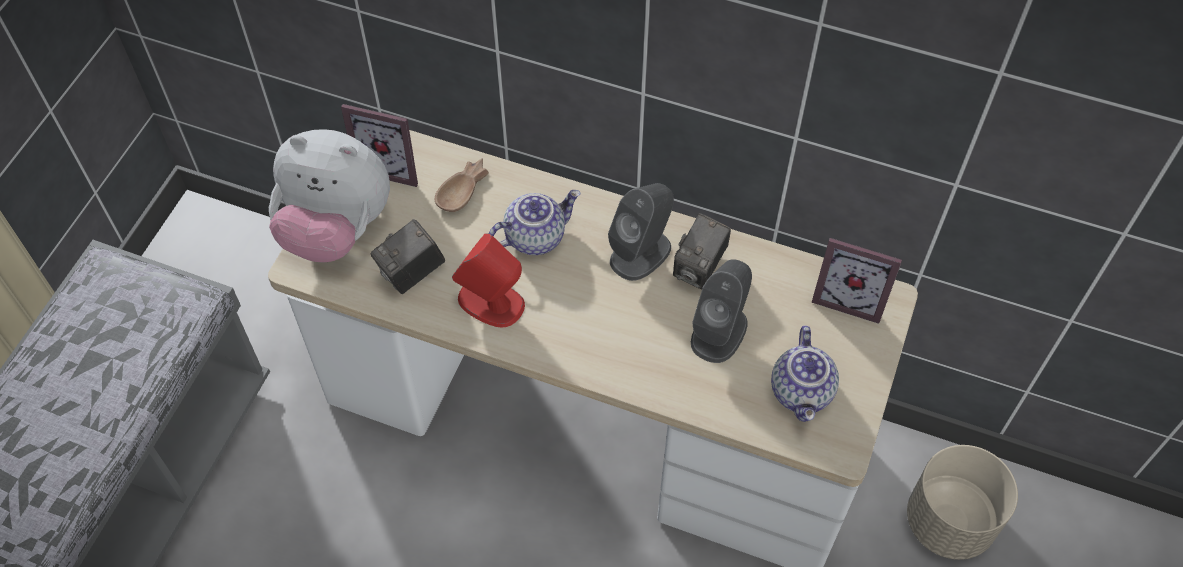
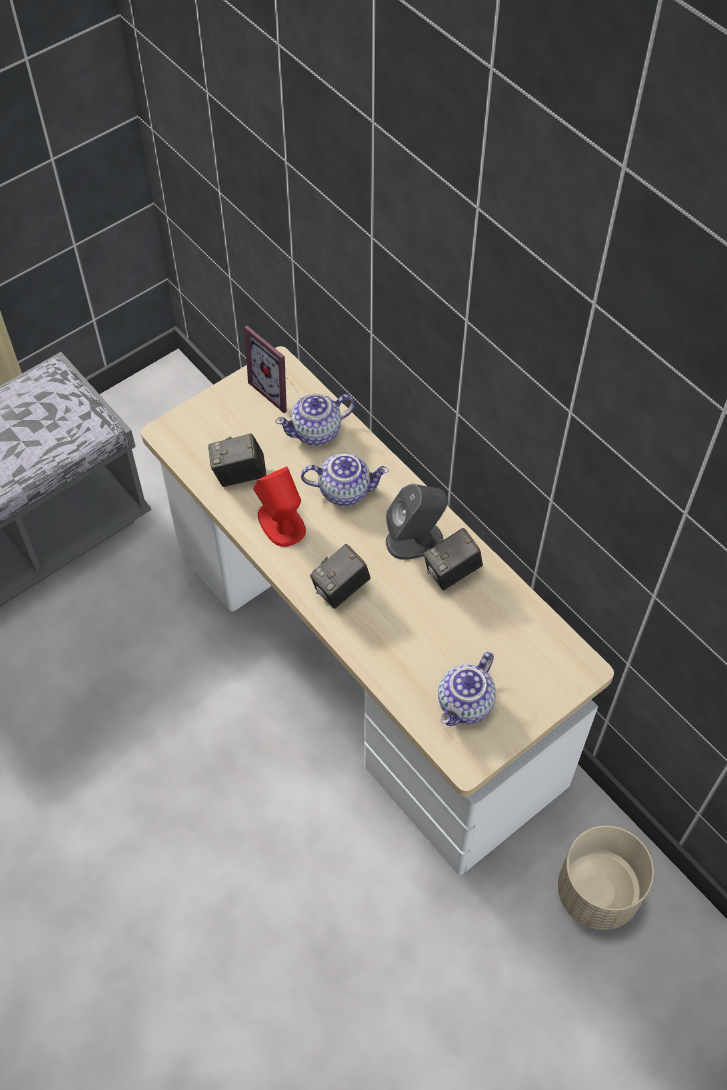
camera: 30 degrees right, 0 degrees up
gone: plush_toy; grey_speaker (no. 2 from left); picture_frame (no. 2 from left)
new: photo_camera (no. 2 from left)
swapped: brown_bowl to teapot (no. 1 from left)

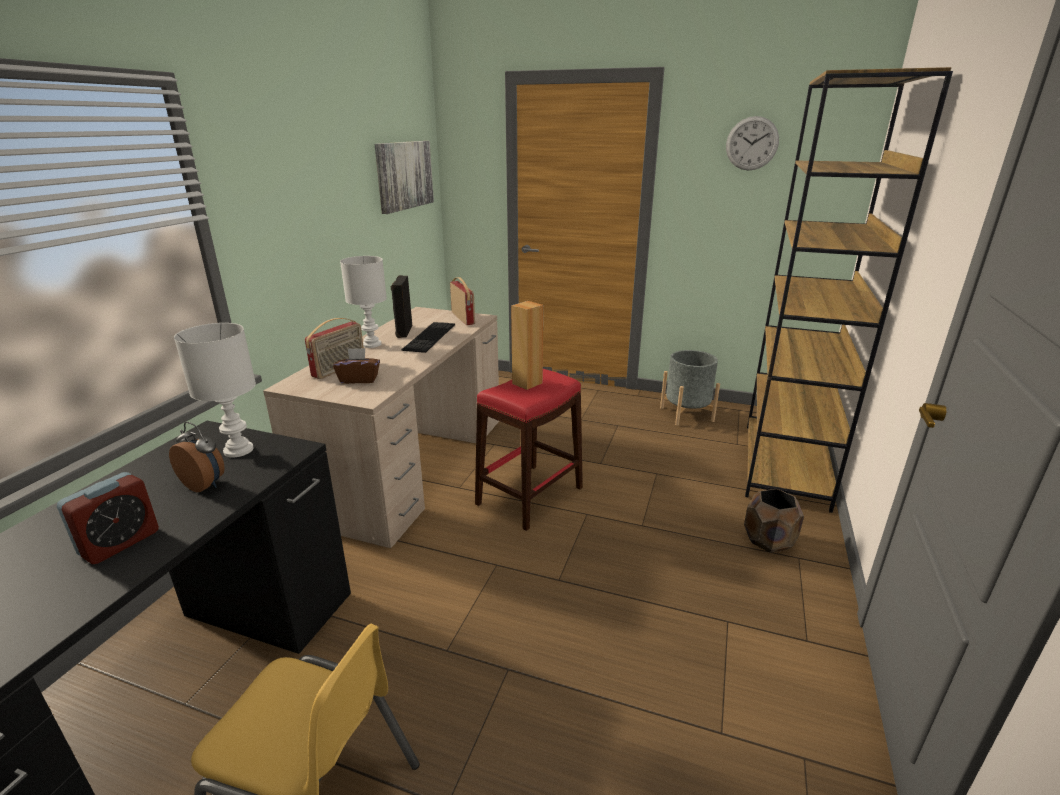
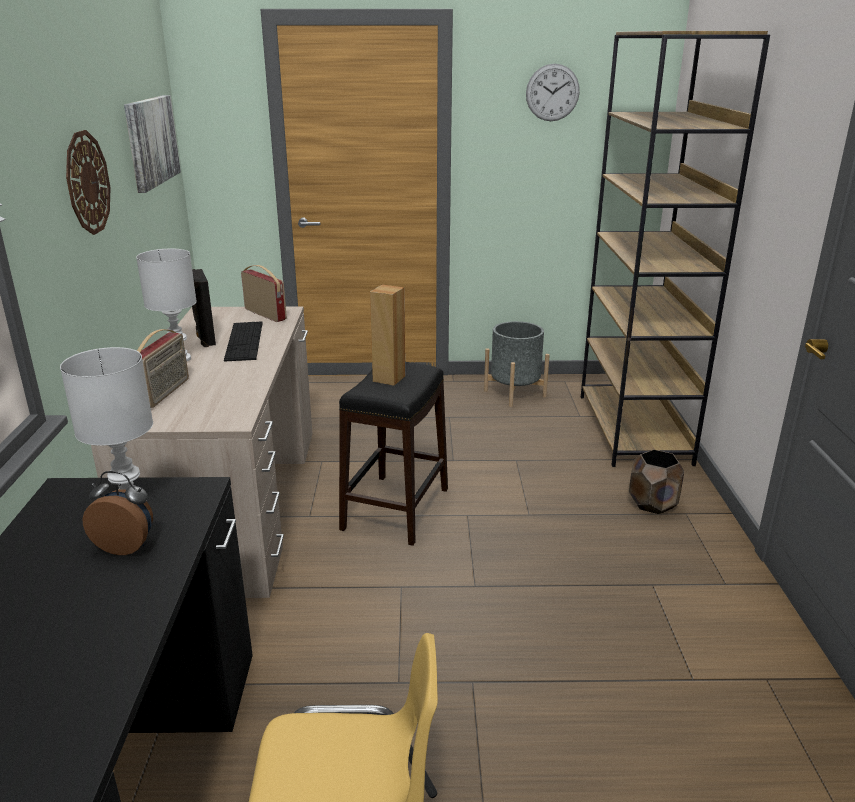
camera: 20 degrees left, 0 degrees up
gone: alarm_clock (no. 1 from left); brown_tissue_box
new: wall_clock (no. 1 from left)
repainted: red_stool to black_stool

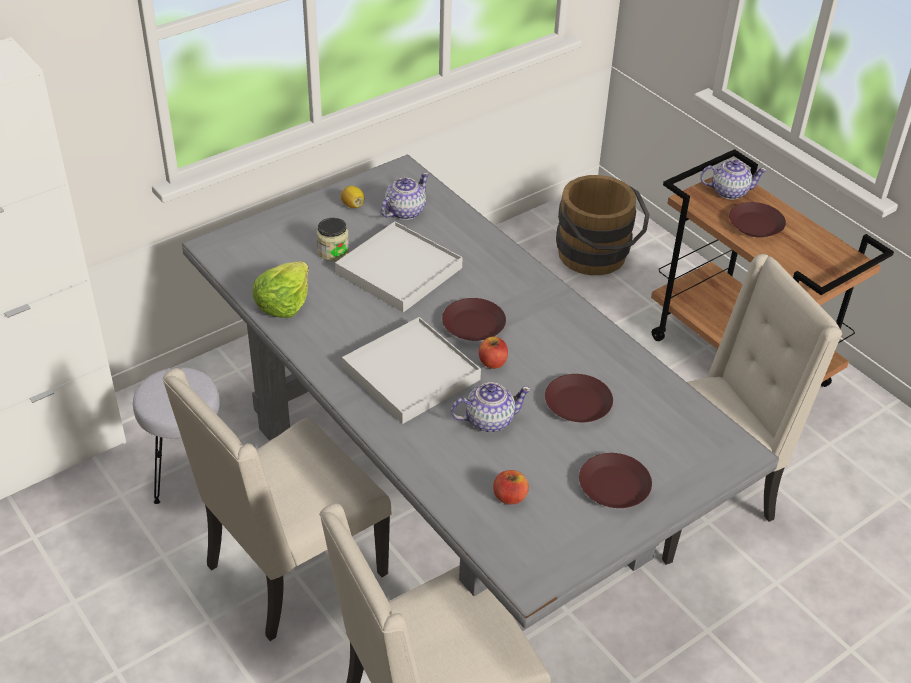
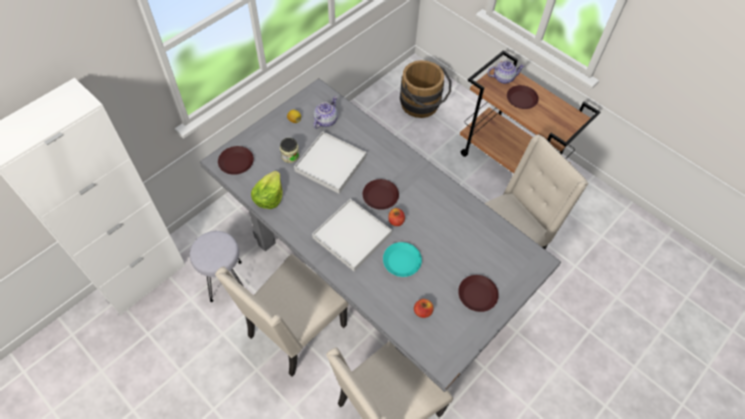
camera: 10 degrees left, 15 degrees up
shifted: brown_plate (no. 2 from left in the first image) to brown_plate (no. 1 from left)
swapped: teapot (no. 2 from left) to turquoise_plate

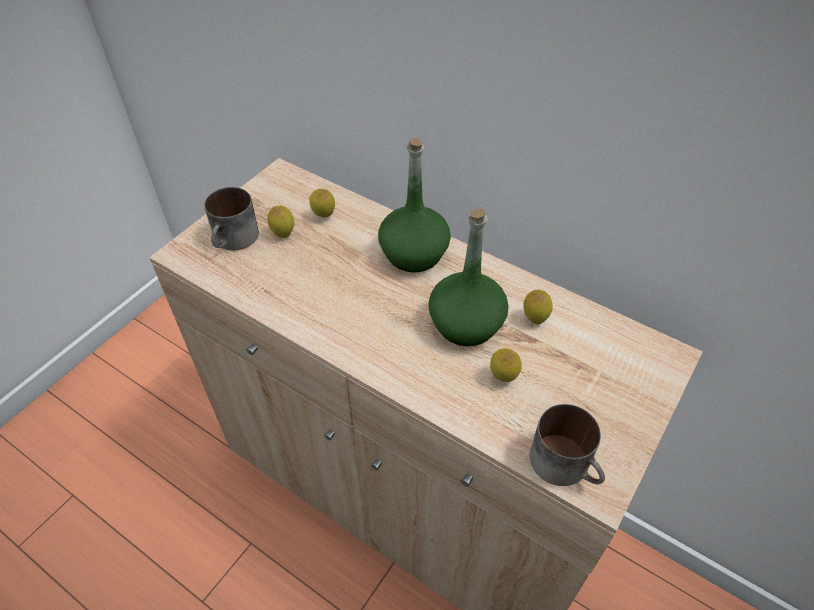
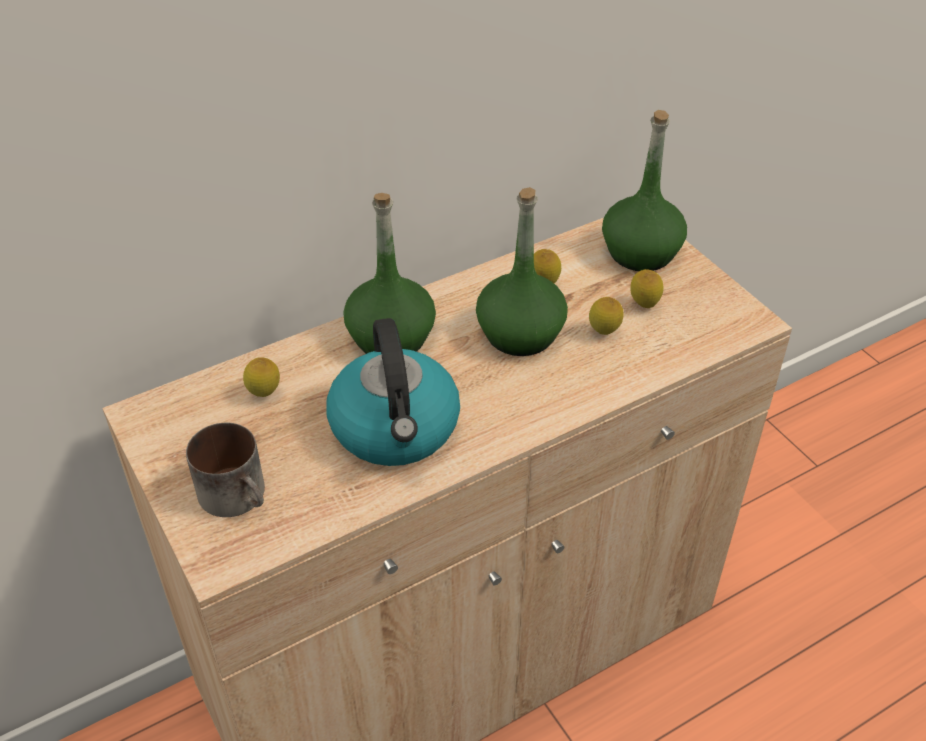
camera: 65 degrees left, 5 degrees down
gone: mug (no. 2 from left)
new: kettle; green_bottle (no. 3 from left)
shifted: lemon (no. 1 from left in the first image) to lemon (no. 4 from left)

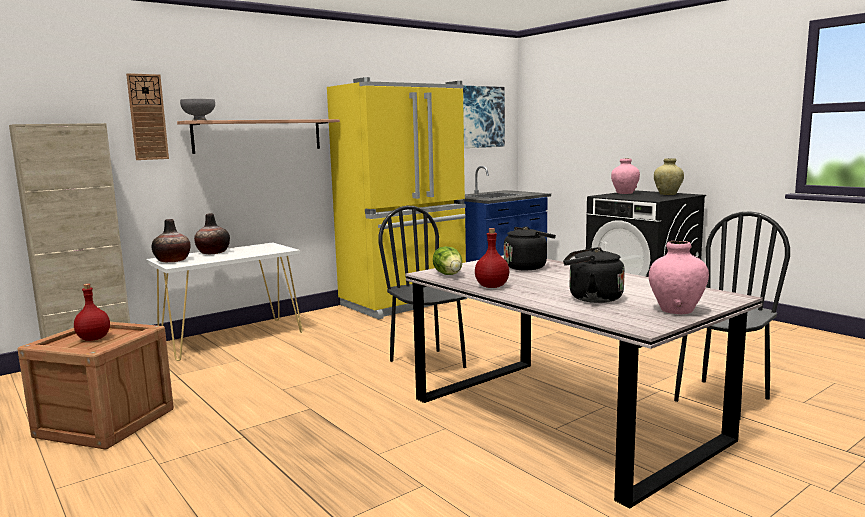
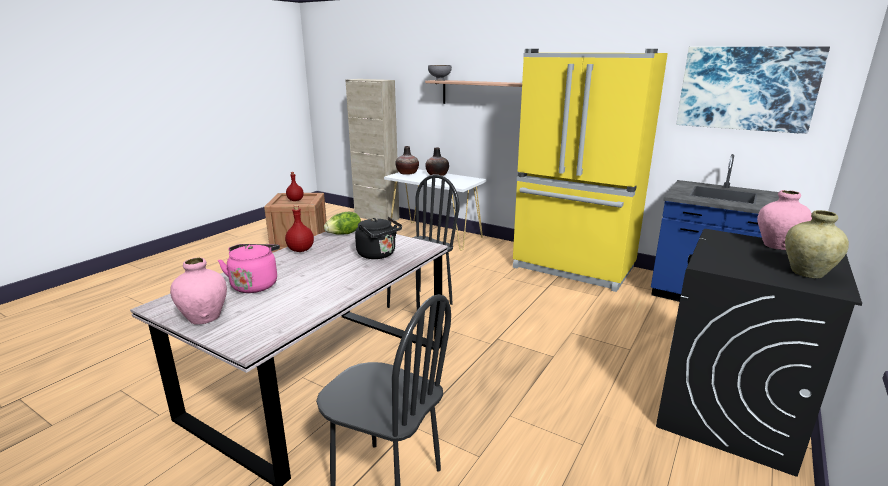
camera: 70 degrees right, 10 degrees up
gone: wall_clock
repainted: black_kettle (no. 2 from left) to pink_kettle

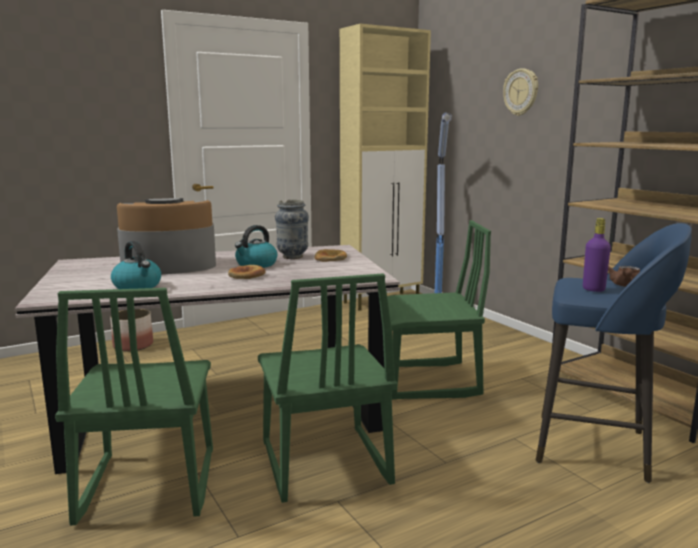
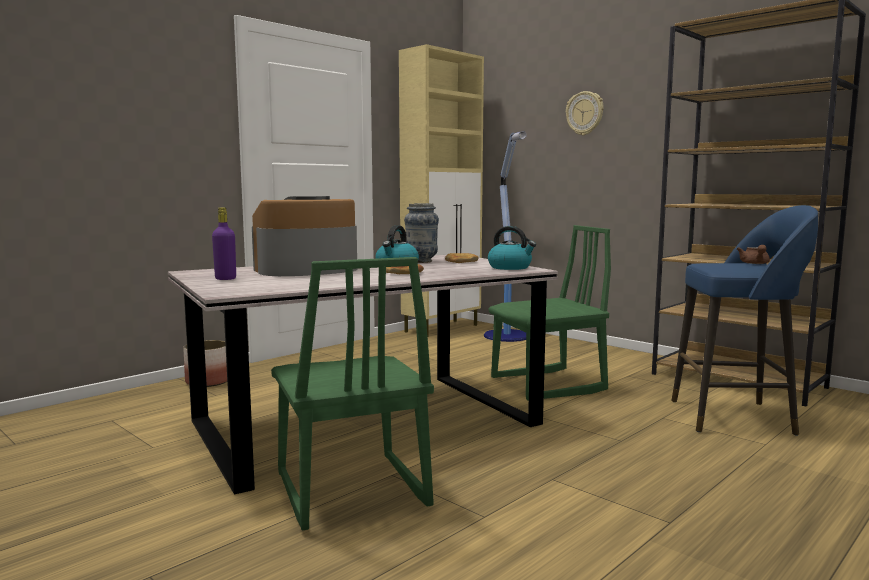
camera: 15 degrees left, 5 degrees down
gone: green_chair (no. 2 from left)
shifted: purple_bottle; kettle (no. 1 from left in the first image) to kettle (no. 2 from left)

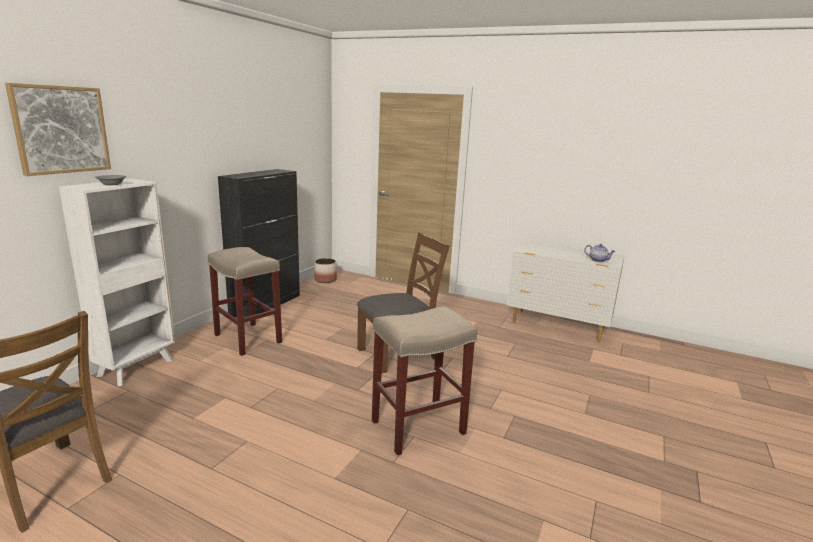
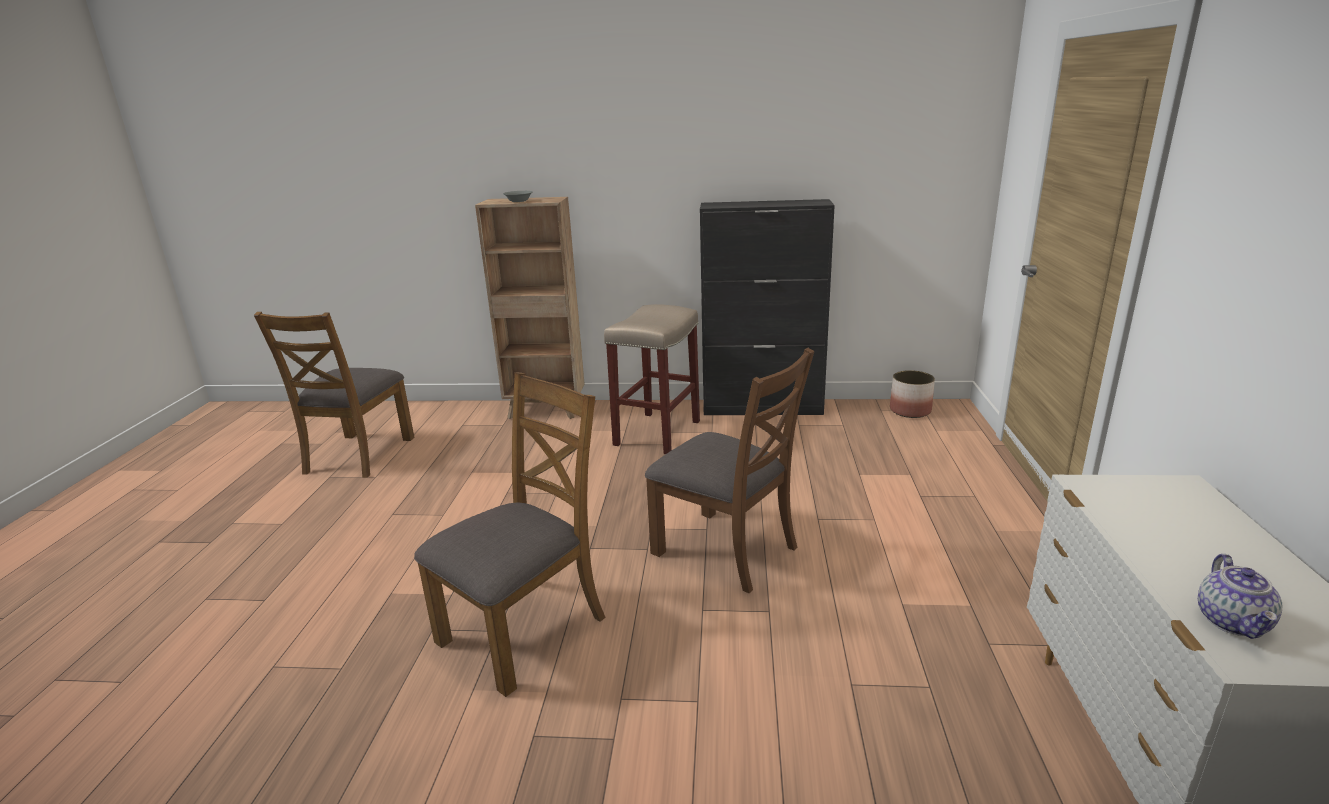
camera: 70 degrees right, 5 degrees up
gone: picture
swapped: beige_stool (no. 2 from left) to brown_chair (no. 2 from left)
repainted: white_bookcase to brown_bookcase

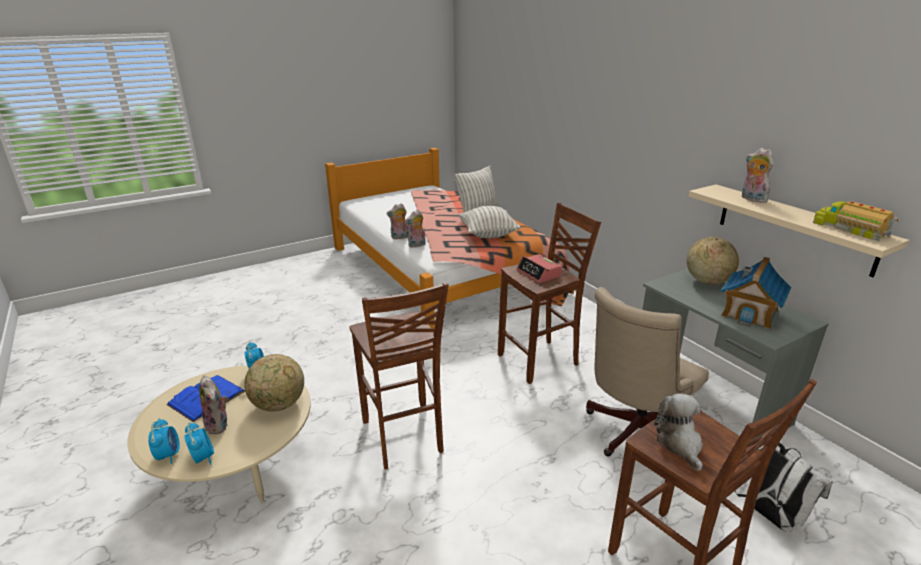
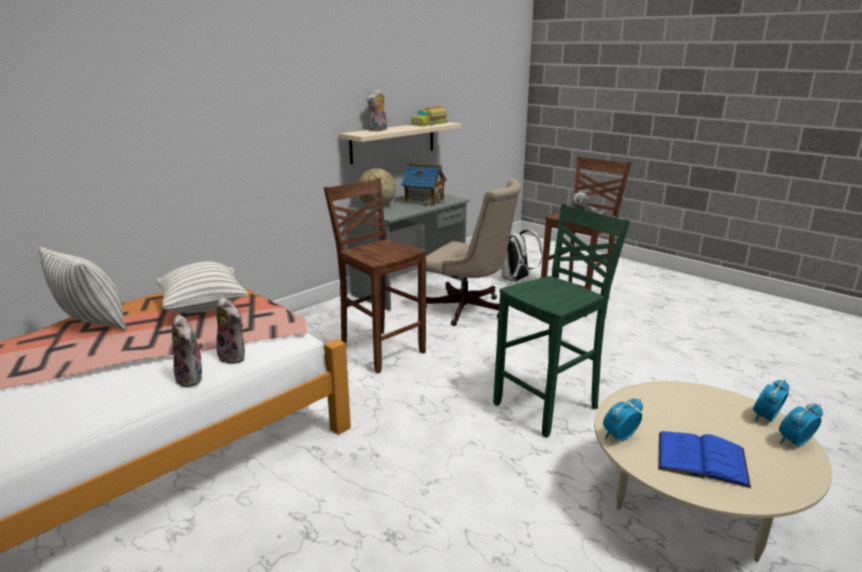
camera: 105 degrees left, 5 degrees down
gone: plush_toy (no. 1 from left); globe (no. 1 from left); alarm_clock (no. 4 from left)
repainted: brown_stool (no. 1 from left) to green_stool

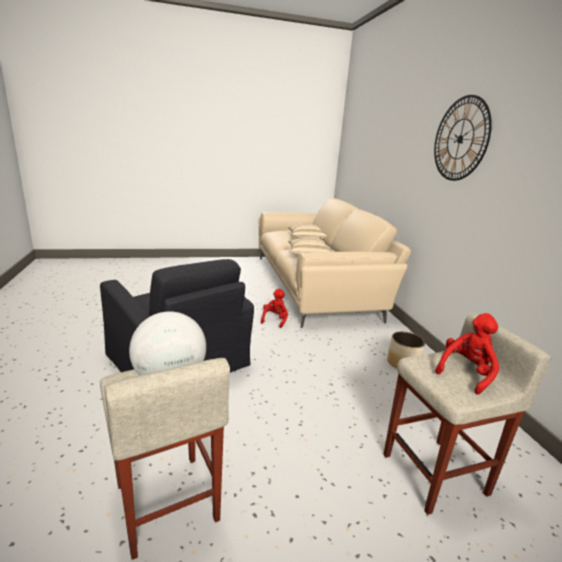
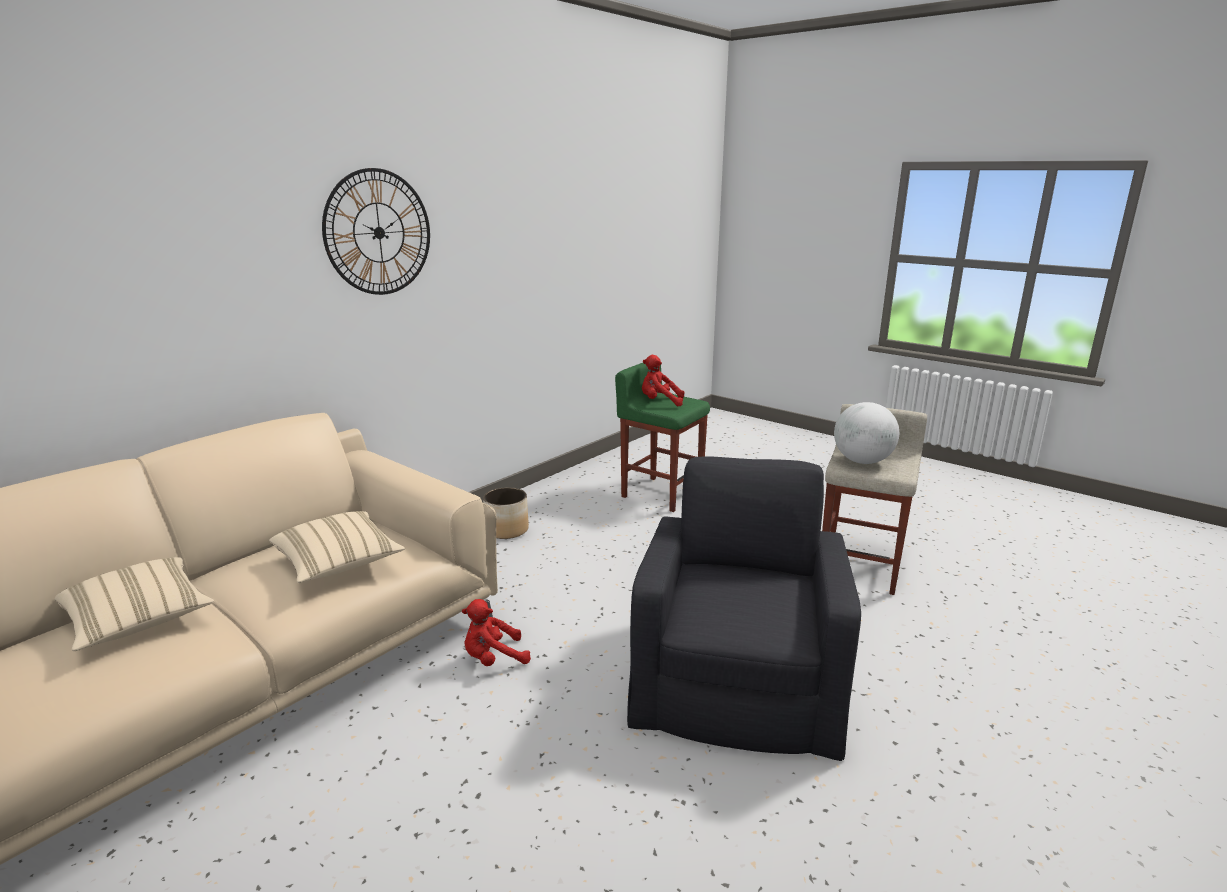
camera: 125 degrees left, 0 degrees up
repainted: beige_stool (no. 2 from left) to green_stool

